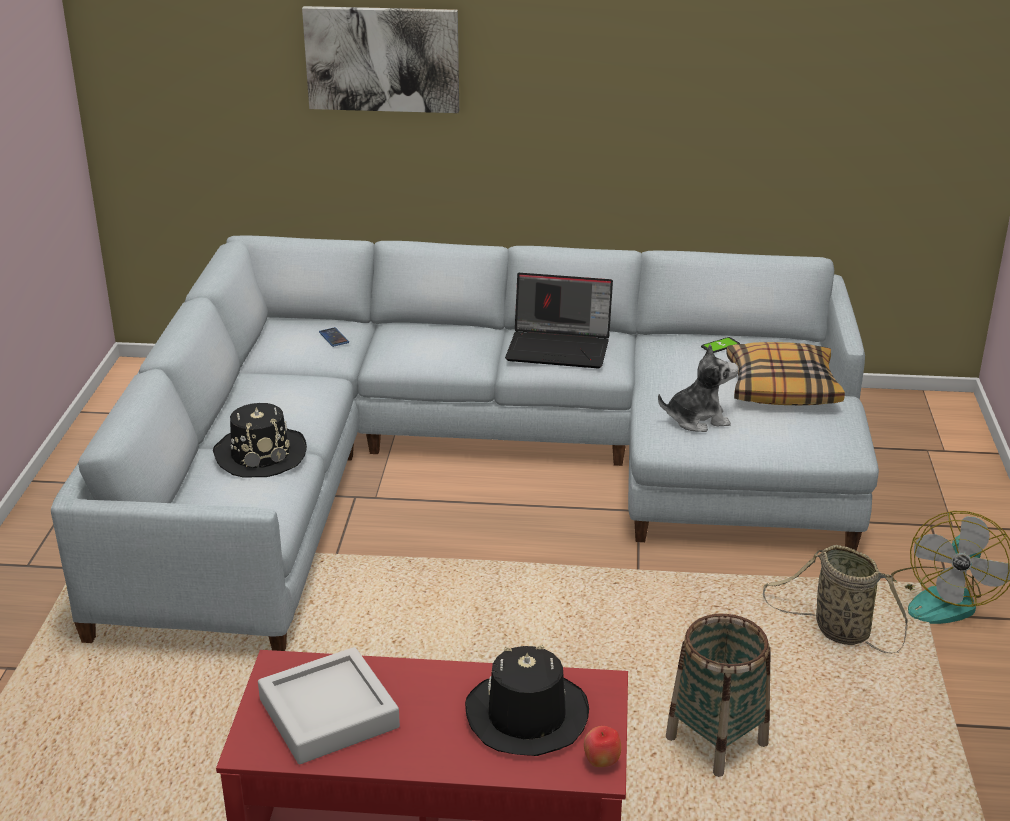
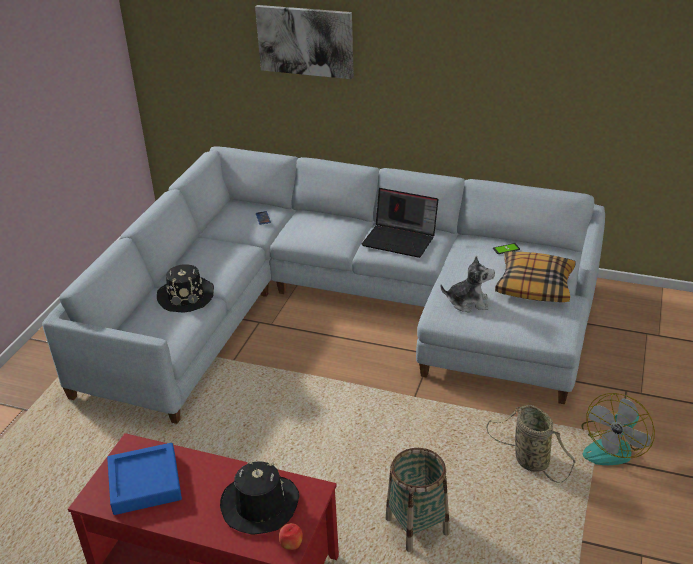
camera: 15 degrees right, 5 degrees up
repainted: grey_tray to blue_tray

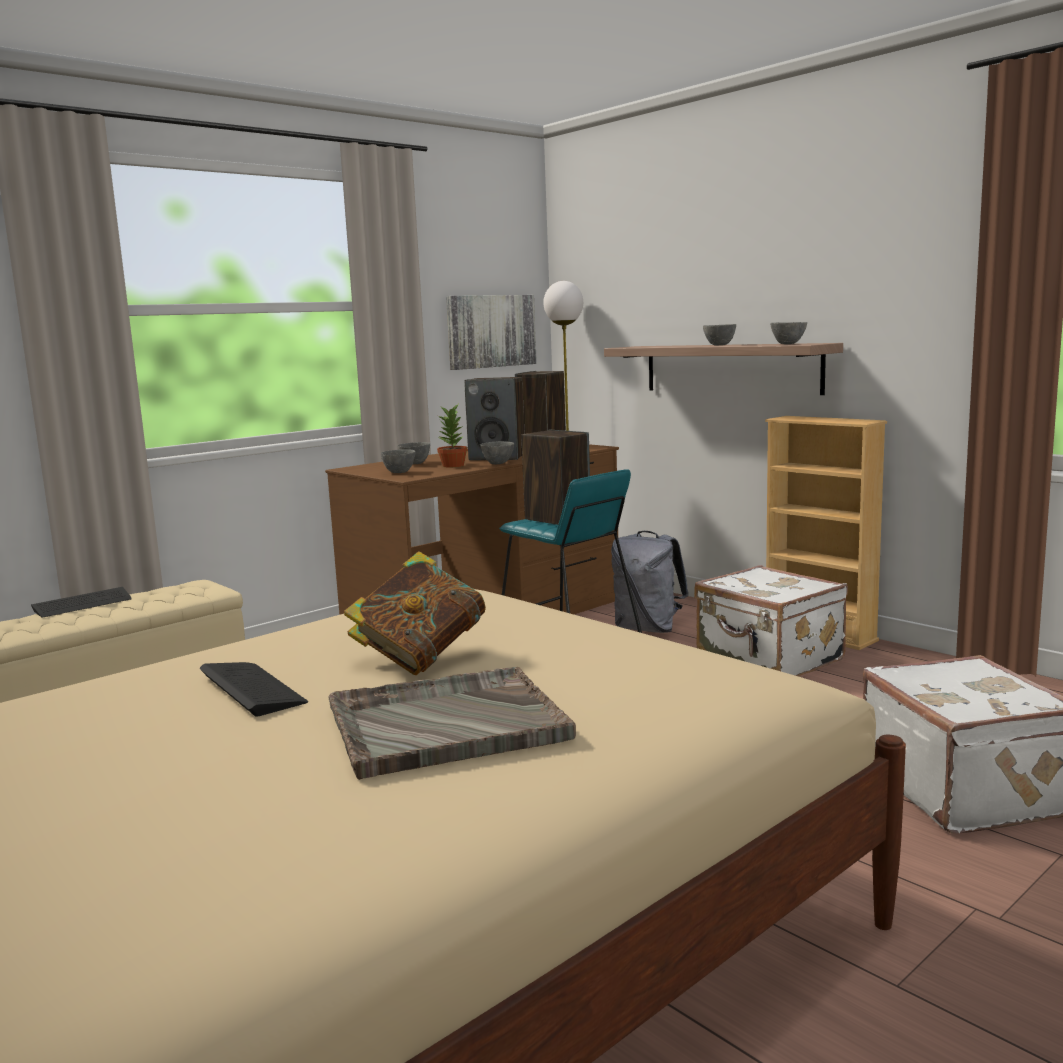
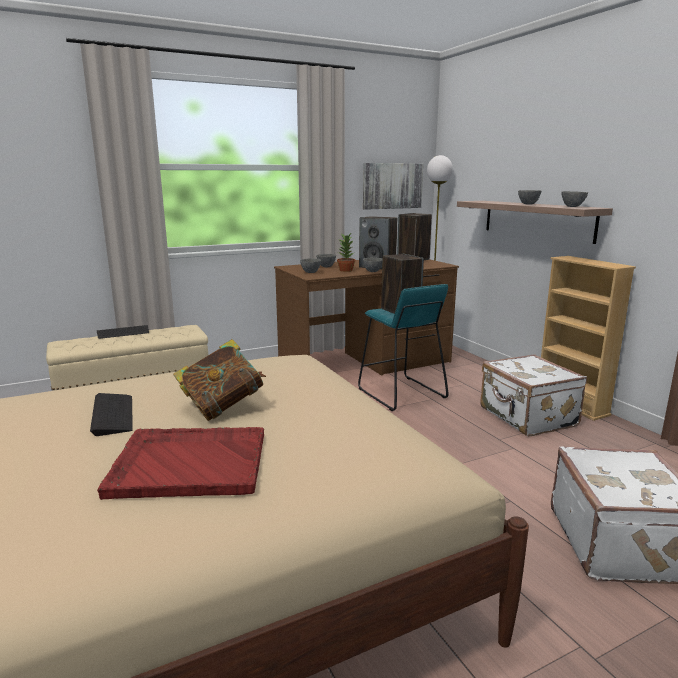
camera: 15 degrees right, 5 degrees up
gone: grey_backpack
repainted: grey_tray to red_tray

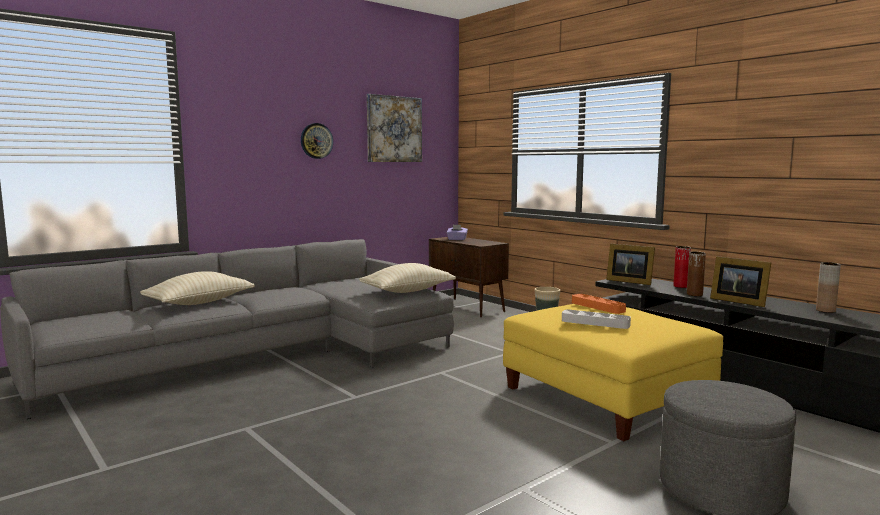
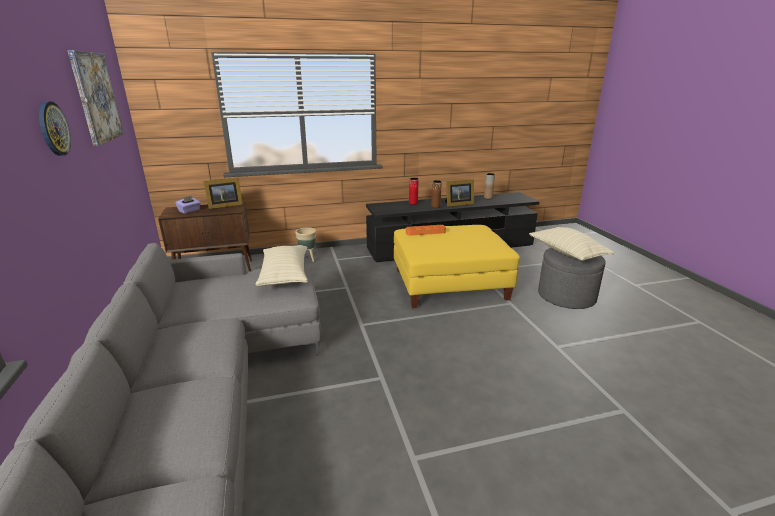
camera: 65 degrees left, 15 degrees up
gone: grey_tray
shifted: picture_frame (no. 1 from left); beige_pillow (no. 1 from left in the first image) to beige_pillow (no. 2 from left)

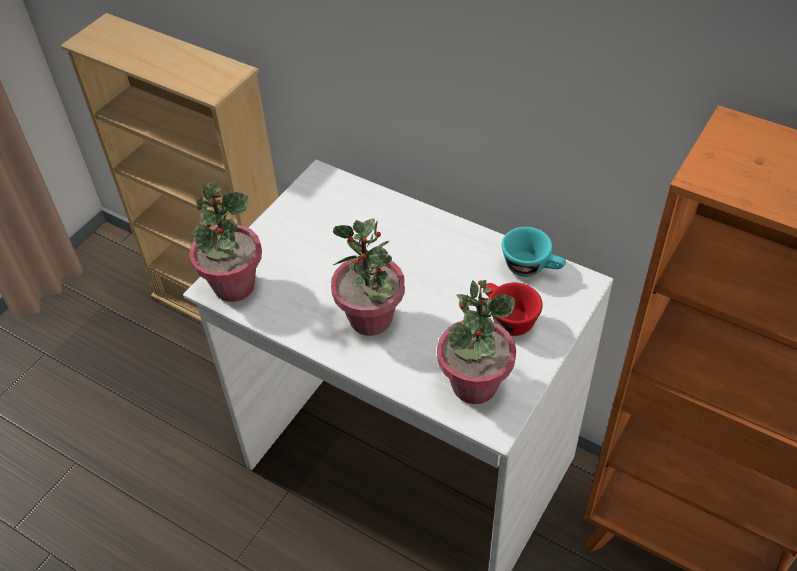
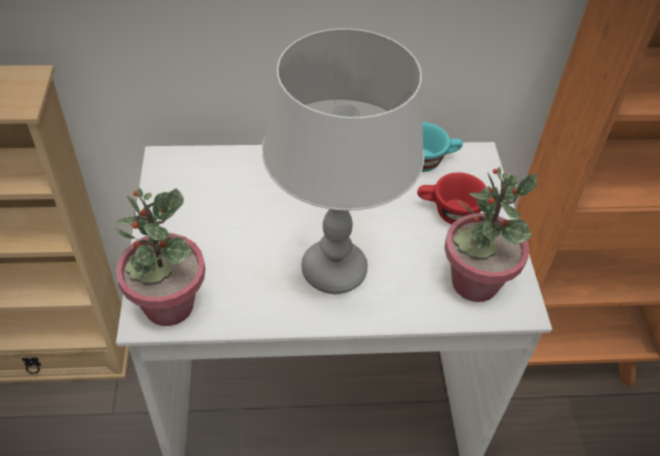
camera: 40 degrees left, 0 degrees up
swapped: potted_plant (no. 2 from left) to grey_table_lamp

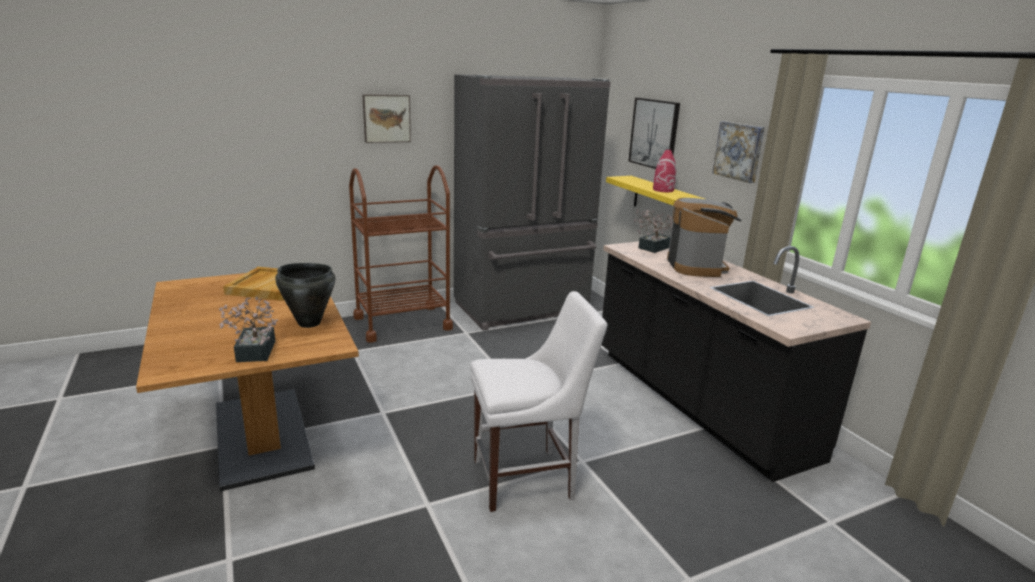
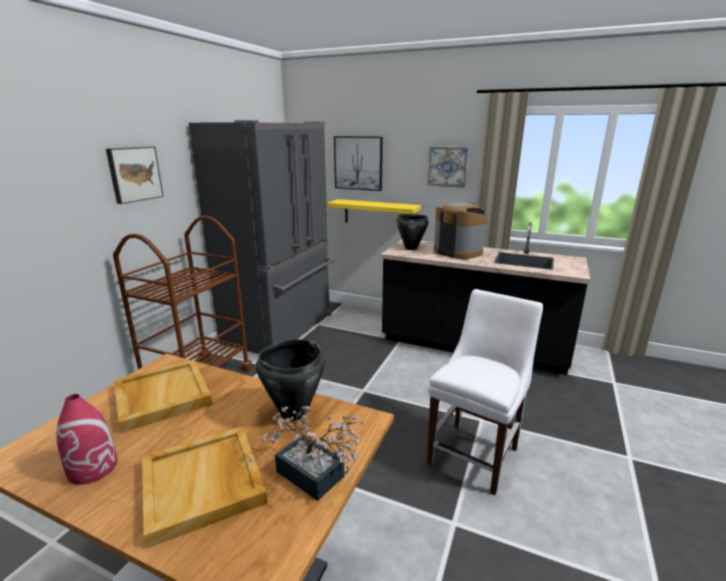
camera: 40 degrees left, 0 degrees up
new: beige_tray (no. 2 from left)
shifted: red_vase
swapped: potted_plant (no. 2 from left) to black_cooking_pot (no. 2 from left)

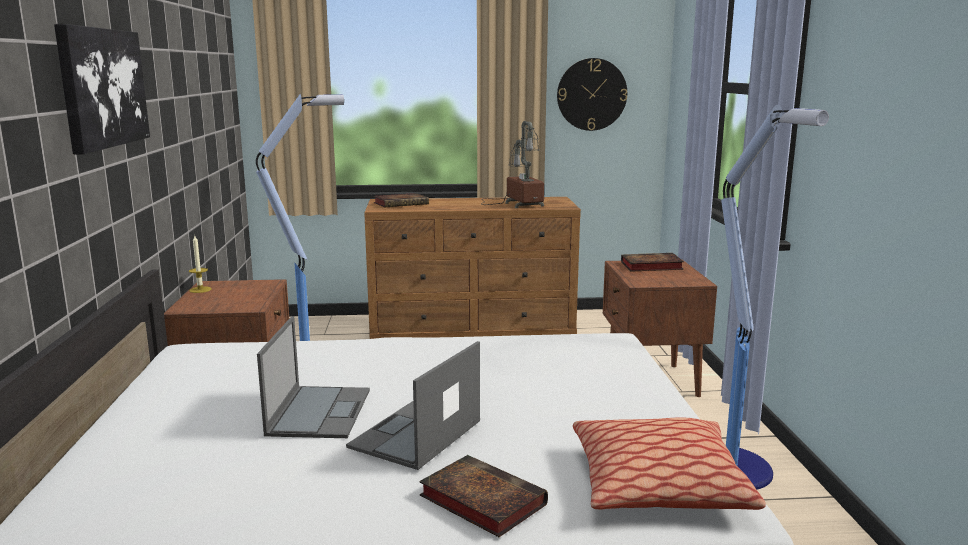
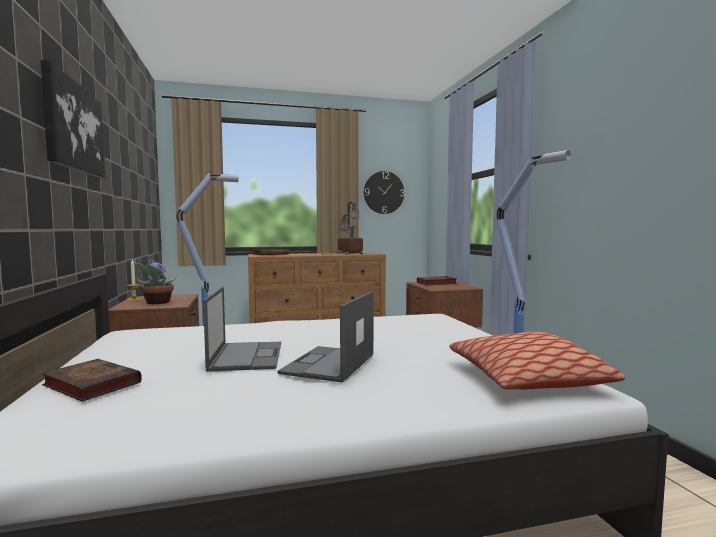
camera: 10 degrees left, 10 degrees down
new: potted_plant
shifted: book (no. 2 from left in the first image) to book (no. 1 from left)

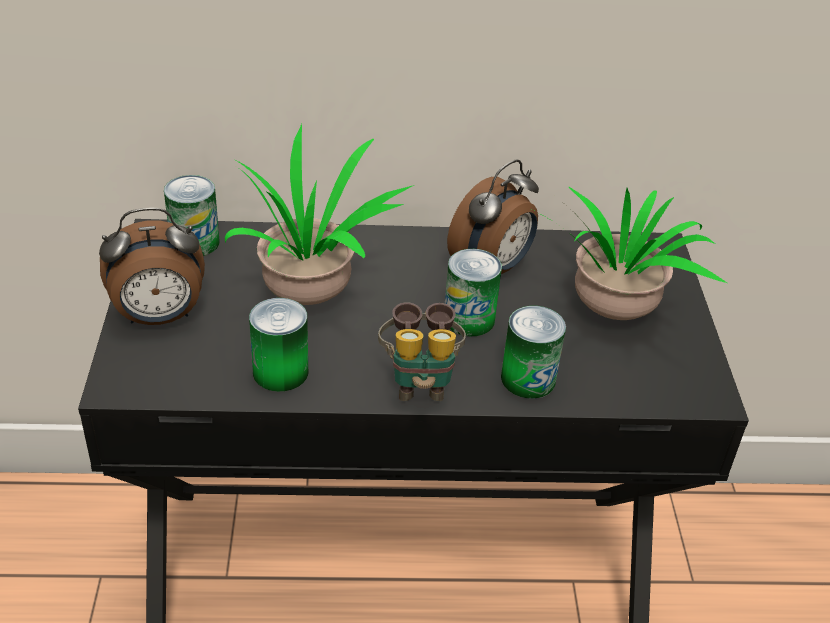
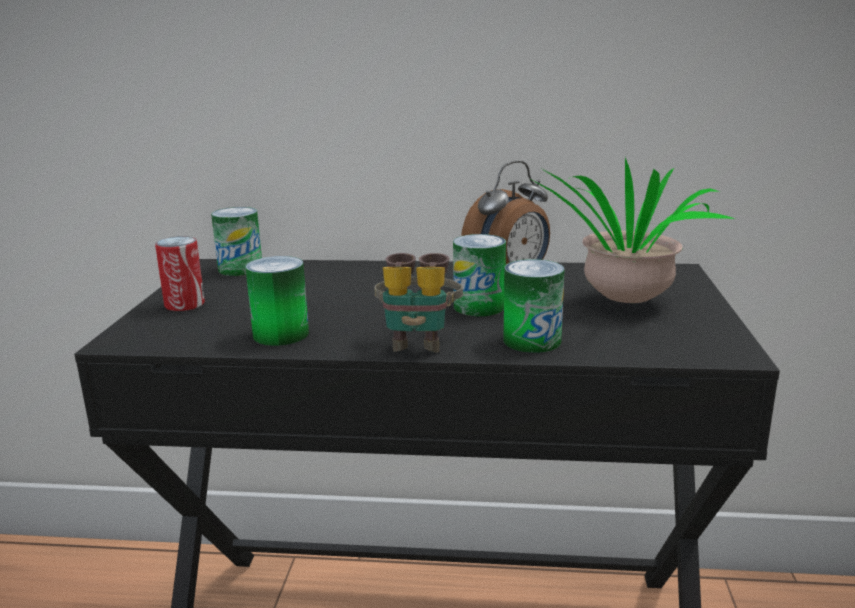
camera: 10 degrees right, 20 degrees down
gone: potted_plant (no. 1 from left)
swapped: alarm_clock (no. 1 from left) to can (no. 1 from left)

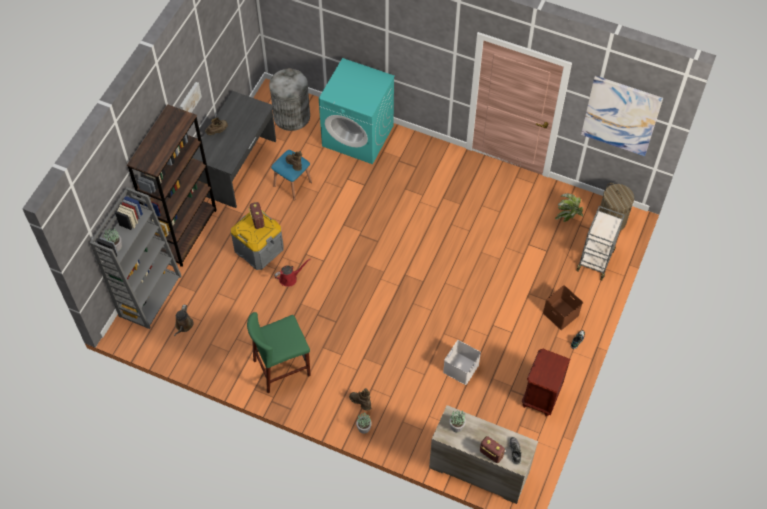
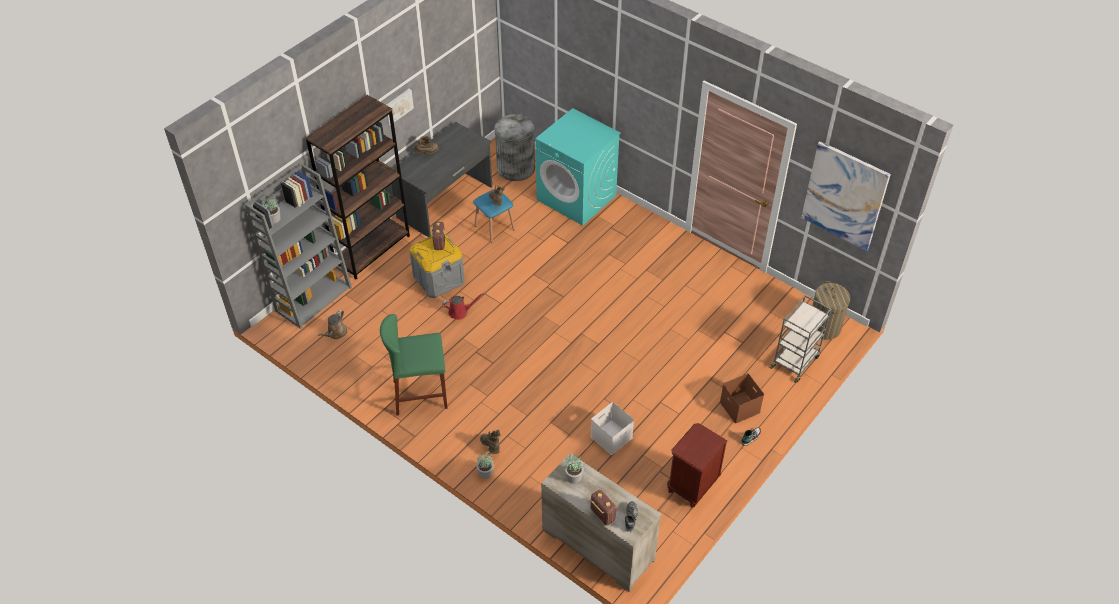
camera: 15 degrees right, 10 degrees down
gone: potted_plant (no. 4 from left)

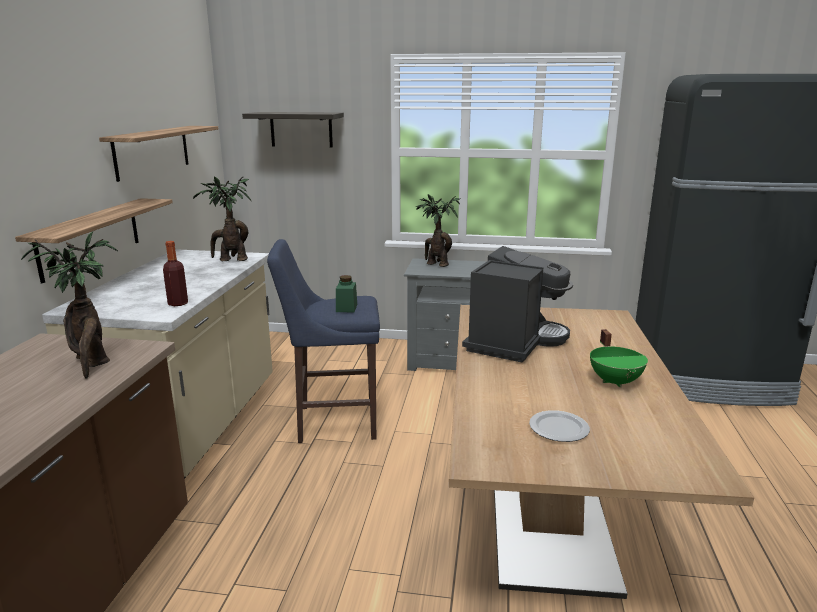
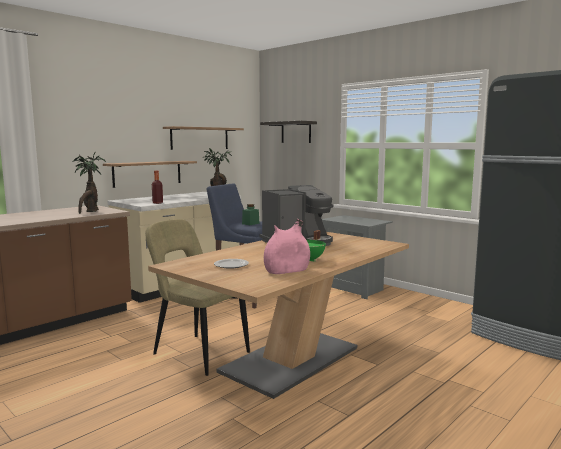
camera: 35 degrees right, 10 degrees down
gone: potted_plant (no. 3 from left)
new: beige_chair; pink_vase

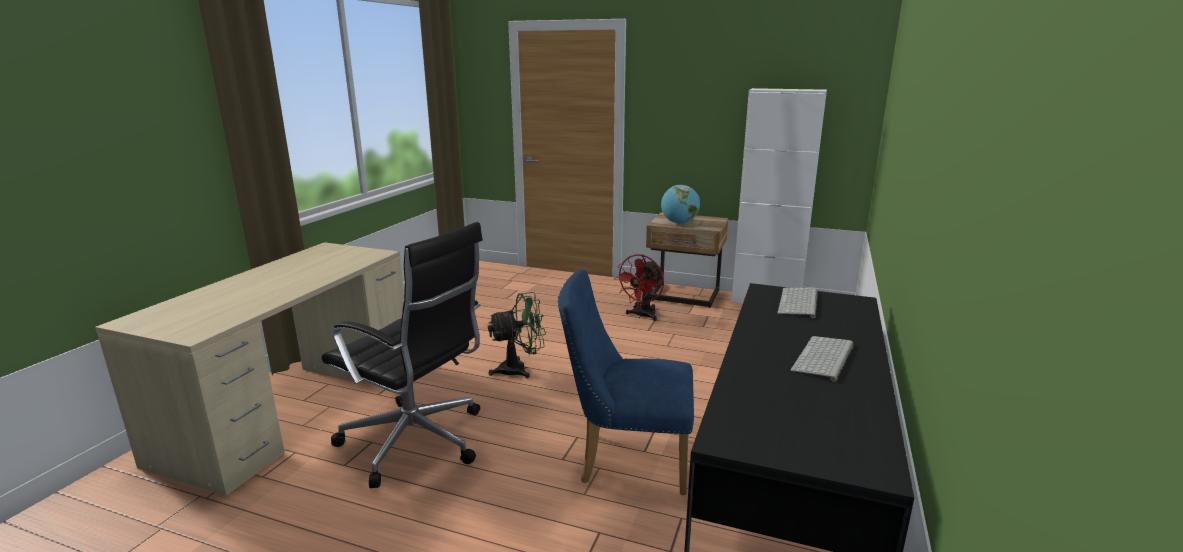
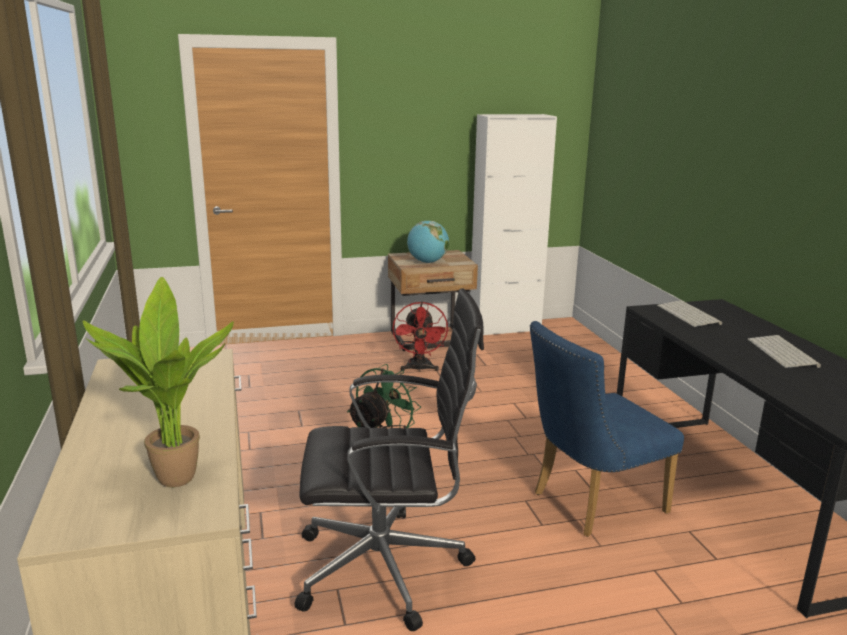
camera: 35 degrees left, 0 degrees up
new: potted_plant

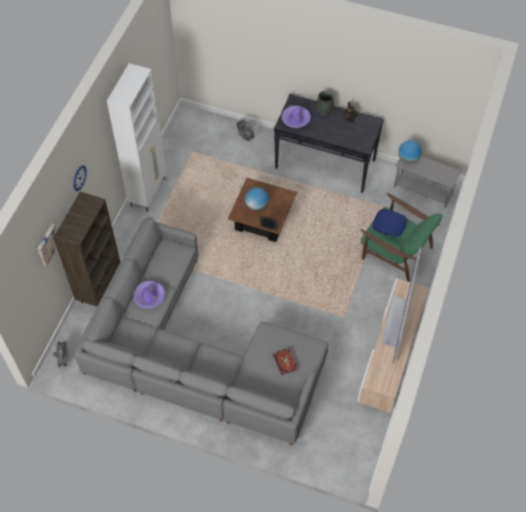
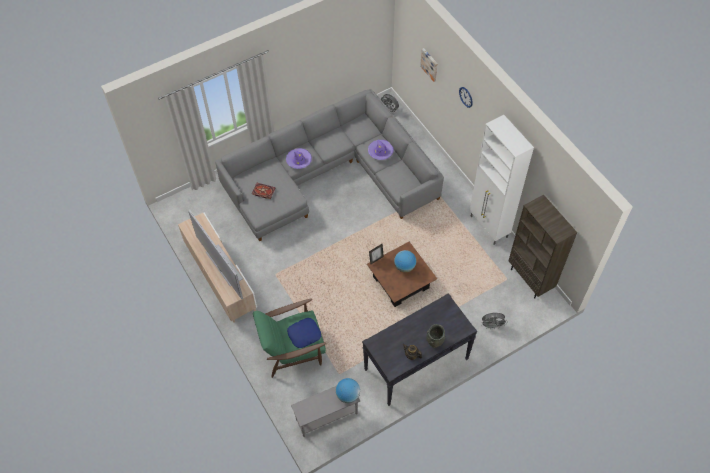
camera: 130 degrees right, 0 degrees up
shifted: purple_hat (no. 2 from left in the first image) to purple_hat (no. 1 from left); brown_bookcase

